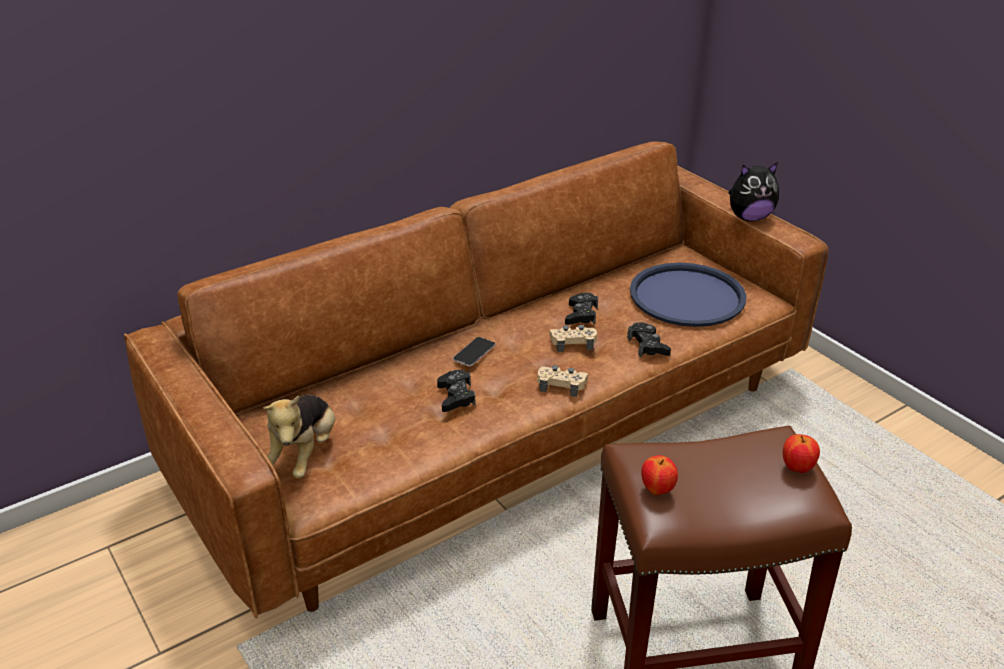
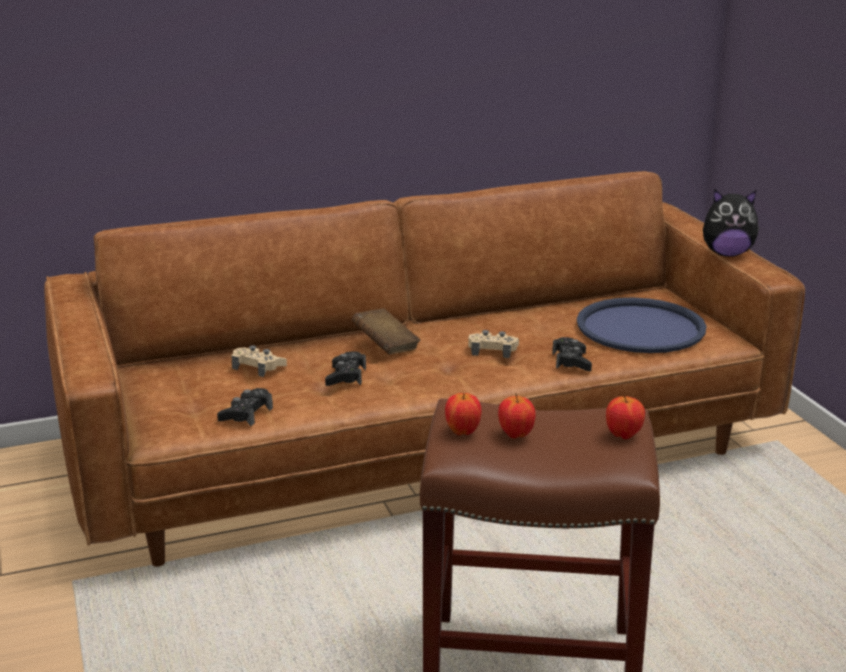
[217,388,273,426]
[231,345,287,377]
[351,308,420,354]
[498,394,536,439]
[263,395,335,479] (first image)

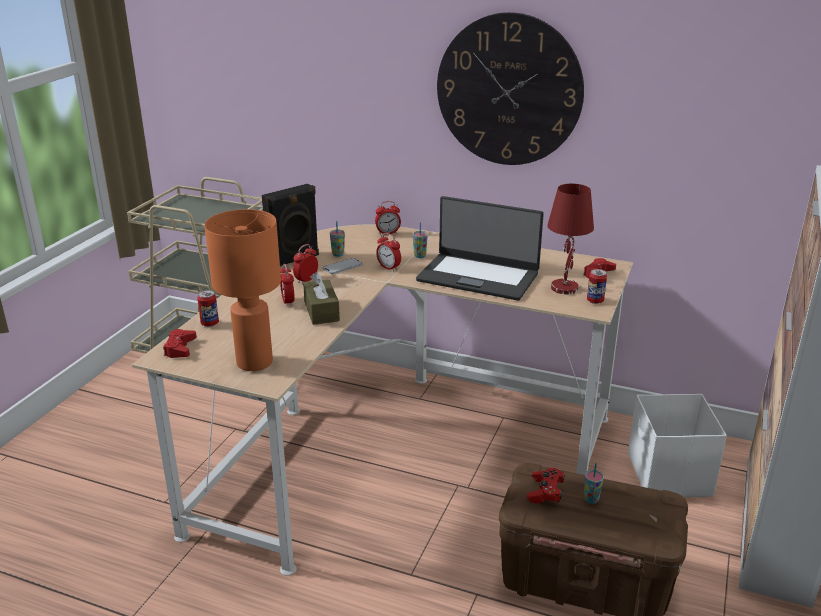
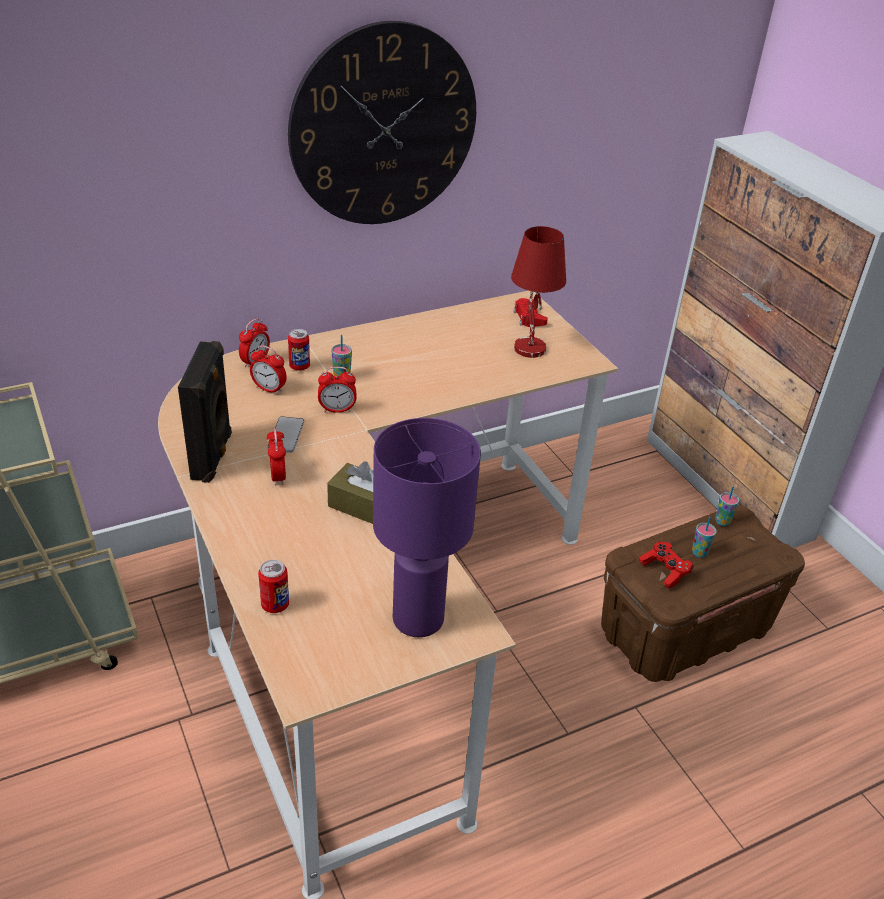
[250,345,287,395]
[288,329,310,371]
[373,418,481,637]
[715,486,739,526]
[163,329,197,358] (first image)
[416,196,544,300] (first image)
[628,394,727,497] (first image)

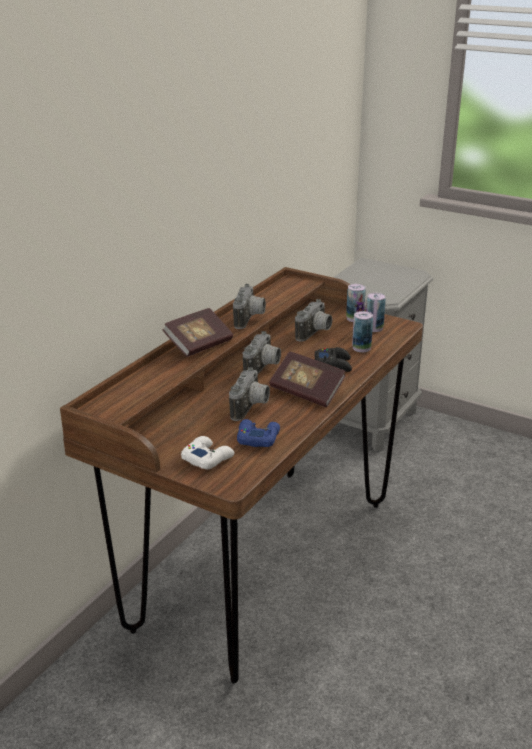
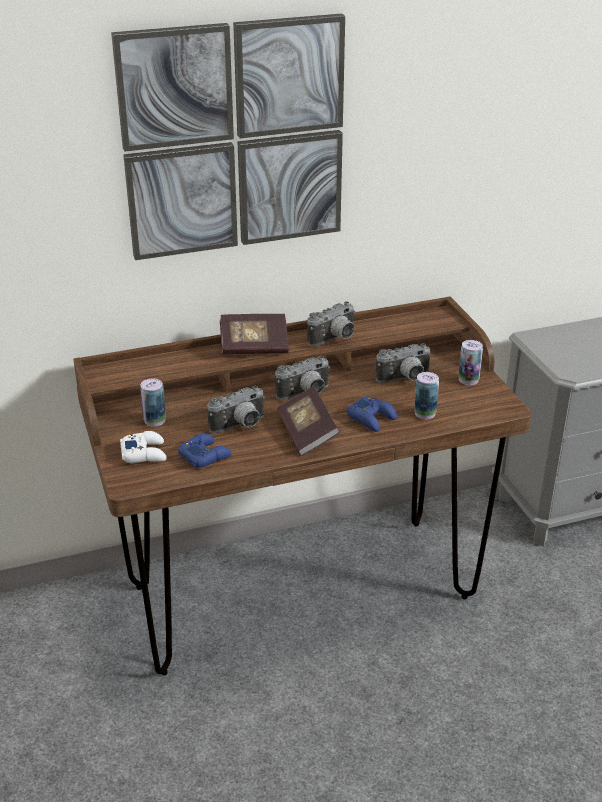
[111,14,345,260]
[140,379,166,427]
[347,396,397,432]

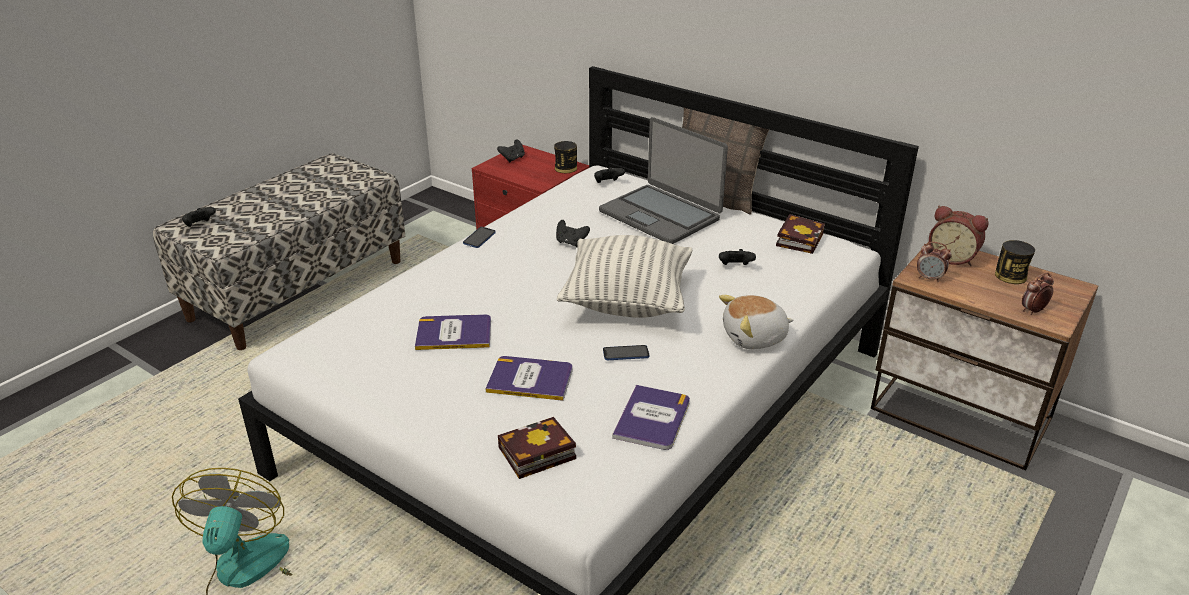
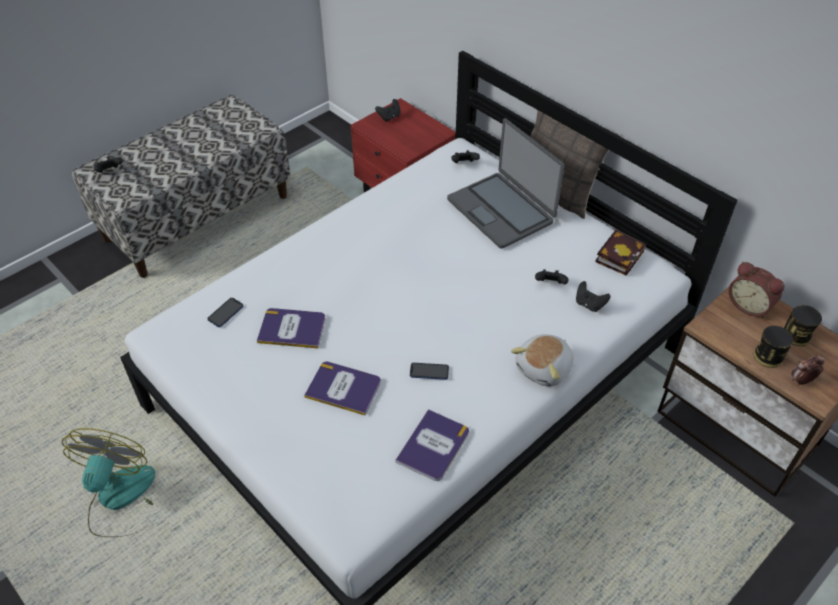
[207,298,243,327]
[511,334,574,387]
[576,281,611,312]
[754,326,793,368]
[498,417,576,479] (first image)
[557,235,692,318] (first image)
[917,242,952,282] (first image)

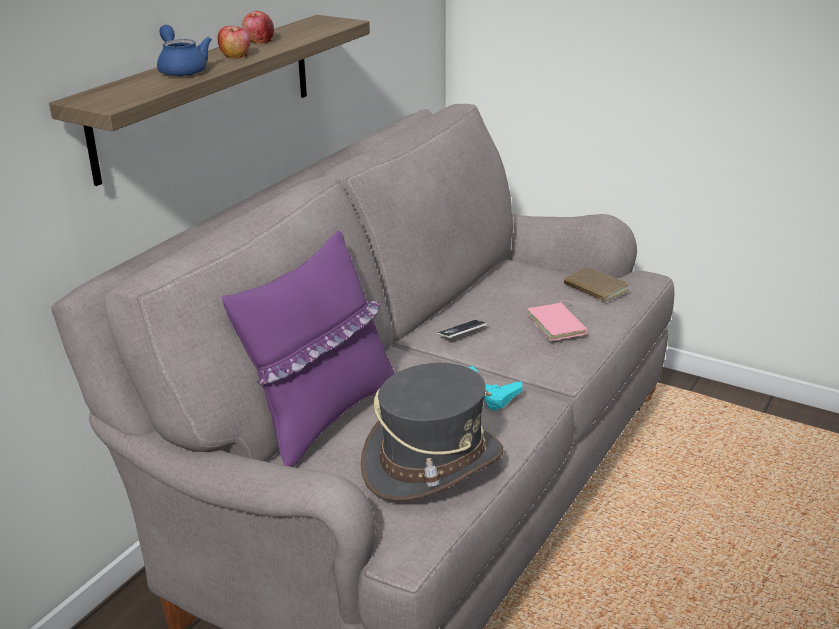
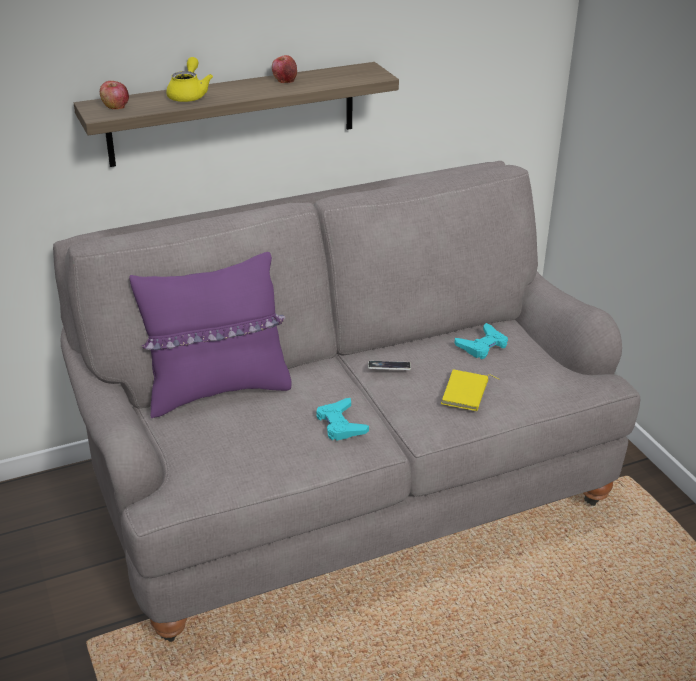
[100,81,129,109]
[166,57,213,102]
[441,369,500,411]
[455,323,508,359]
[361,363,503,501] (first image)
[564,267,629,302] (first image)

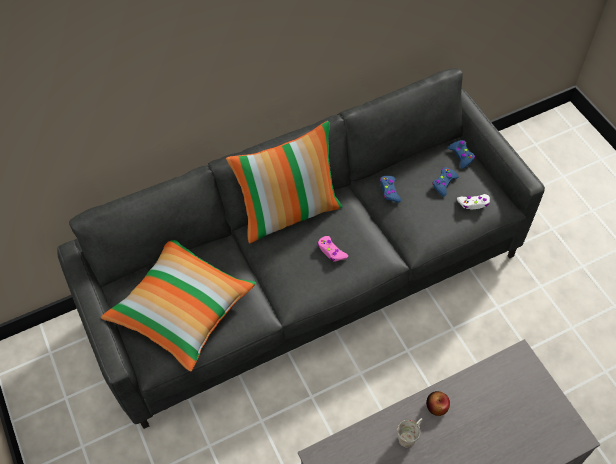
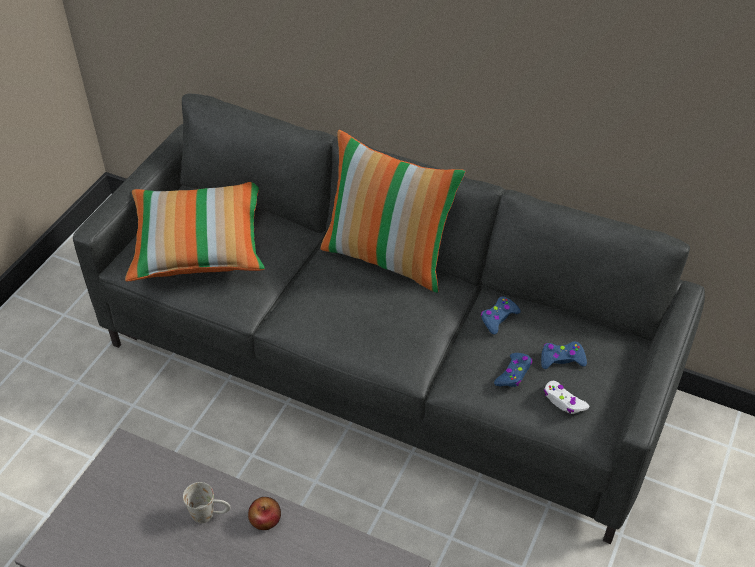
[494,353,532,387]
[317,236,348,261] (first image)

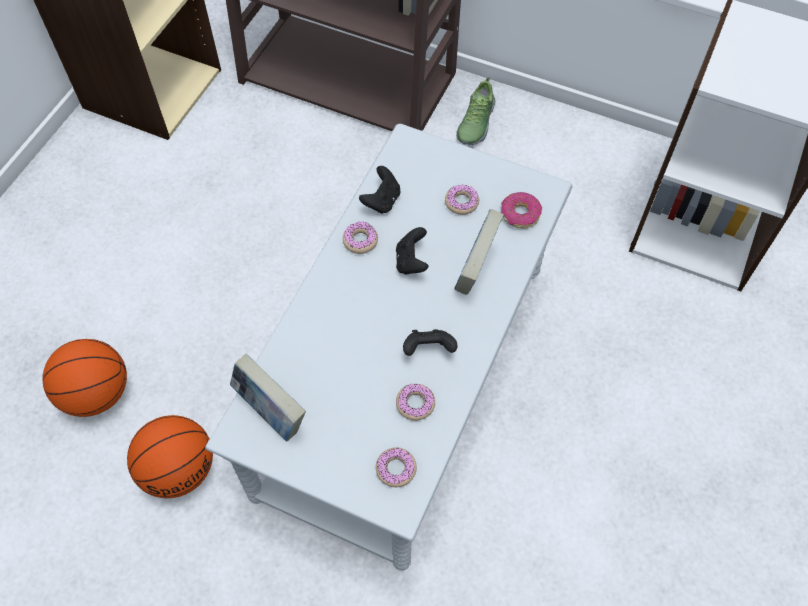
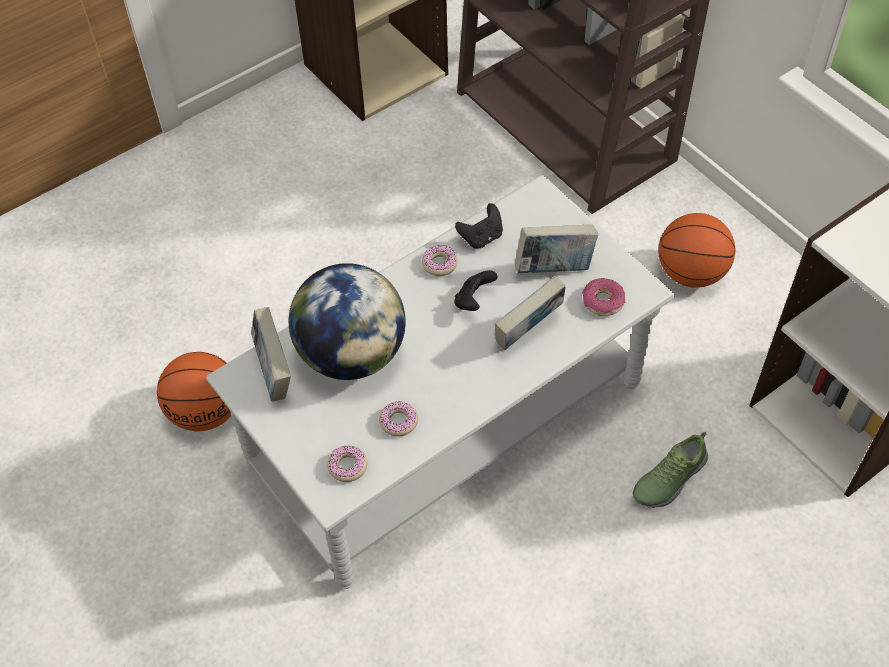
[289,263,406,380]
[515,224,598,273]
[633,432,708,508]
[658,213,736,288]
[403,329,457,356] (first image)

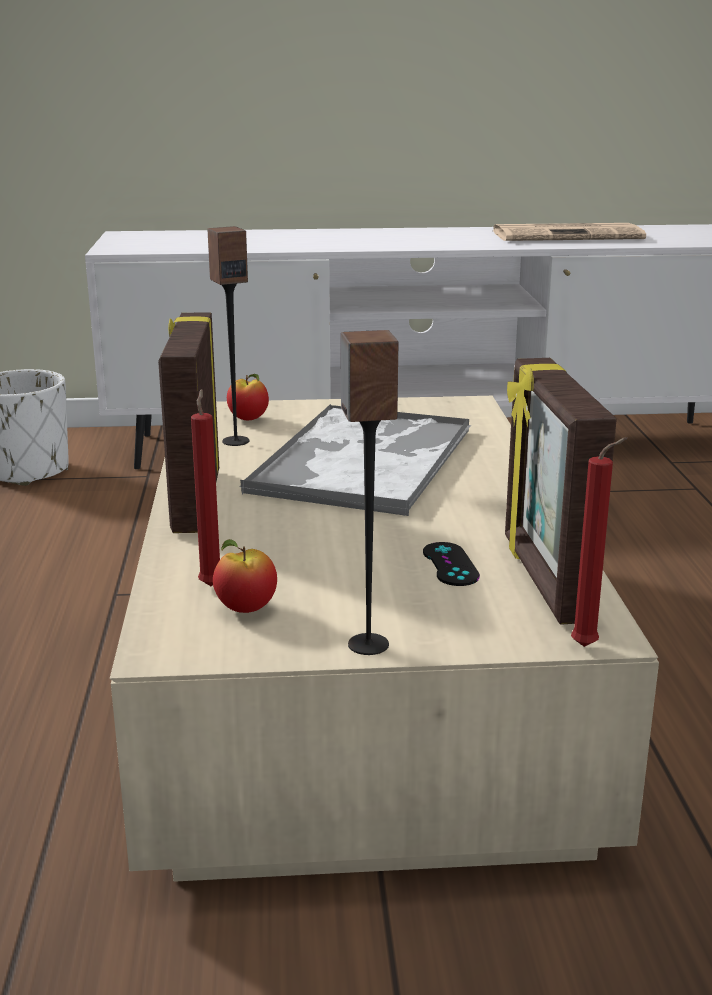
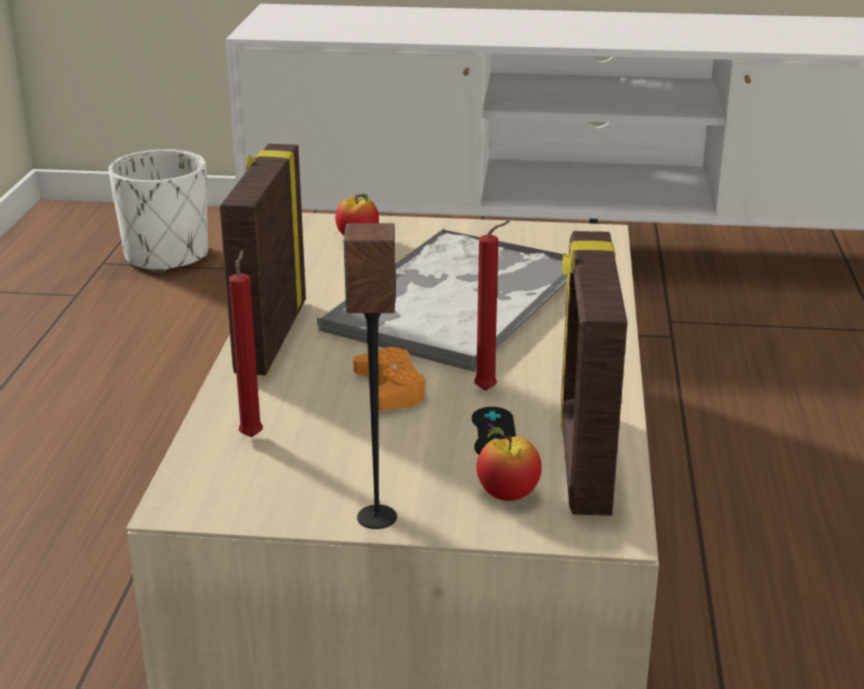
[353,347,428,410]
[474,221,510,391]
[476,427,542,501]
[207,226,249,446] (first image)
[493,223,646,241] (first image)

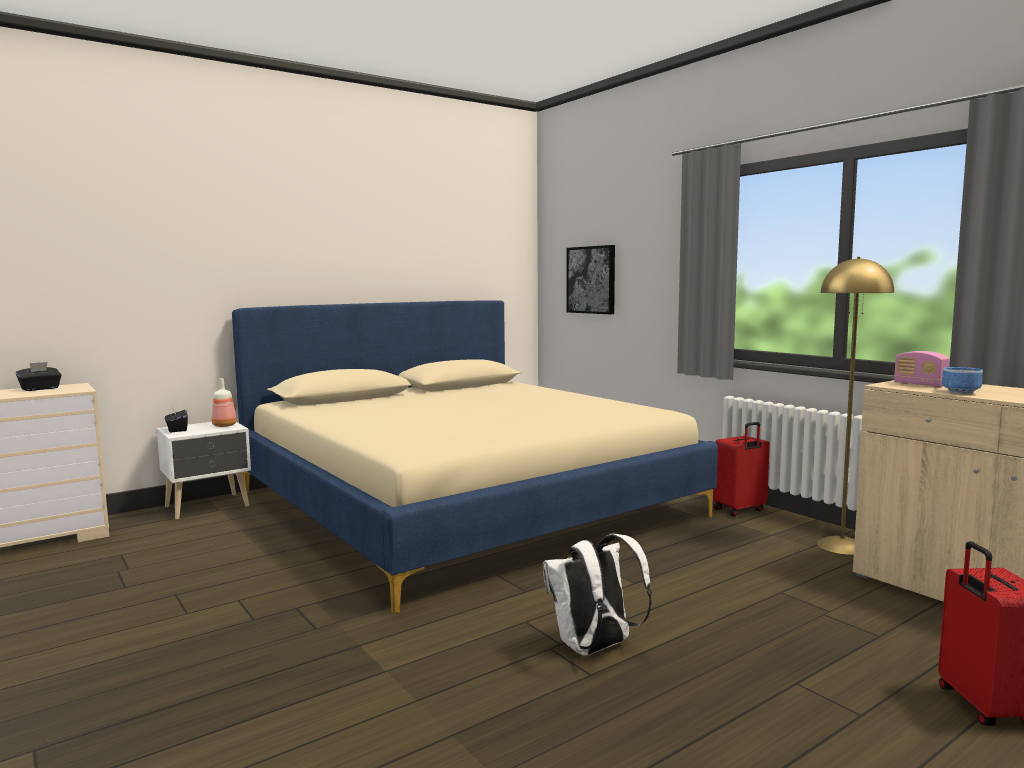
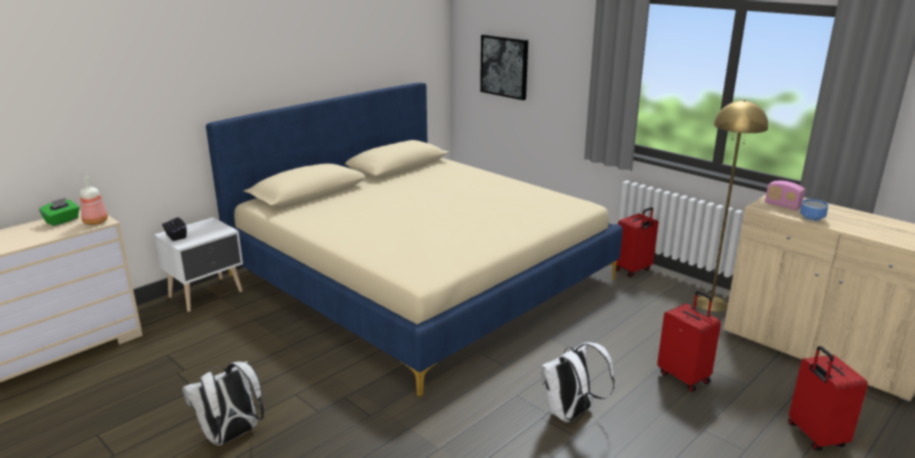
[39,198,80,226]
[80,176,108,225]
[182,361,264,446]
[657,291,721,392]

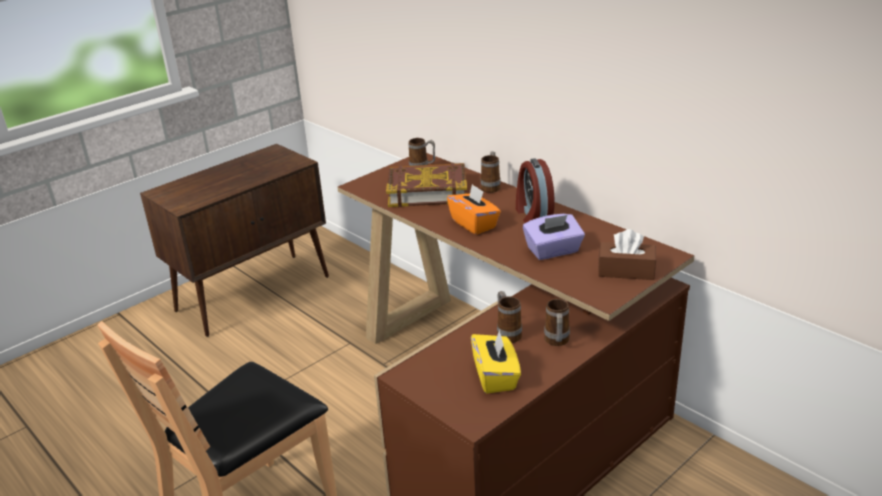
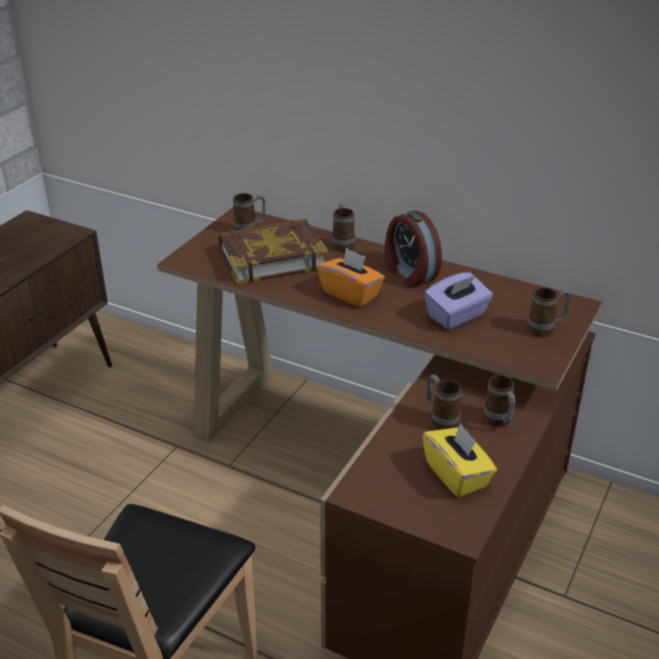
[527,287,570,337]

